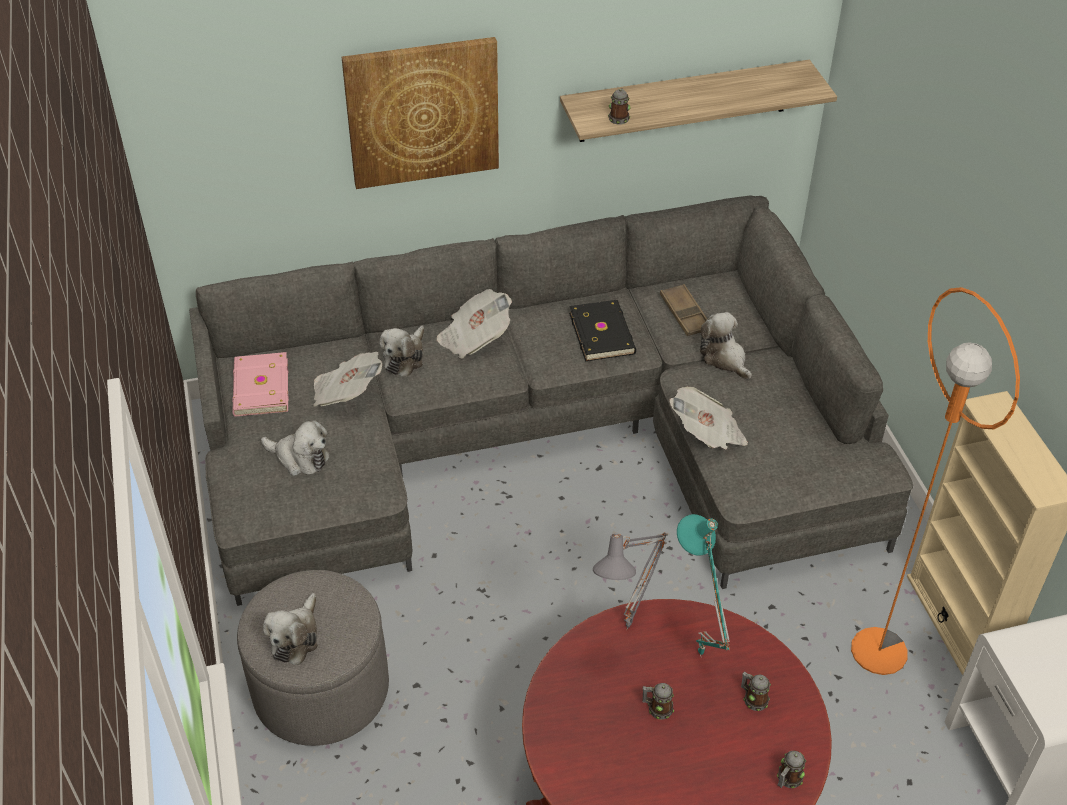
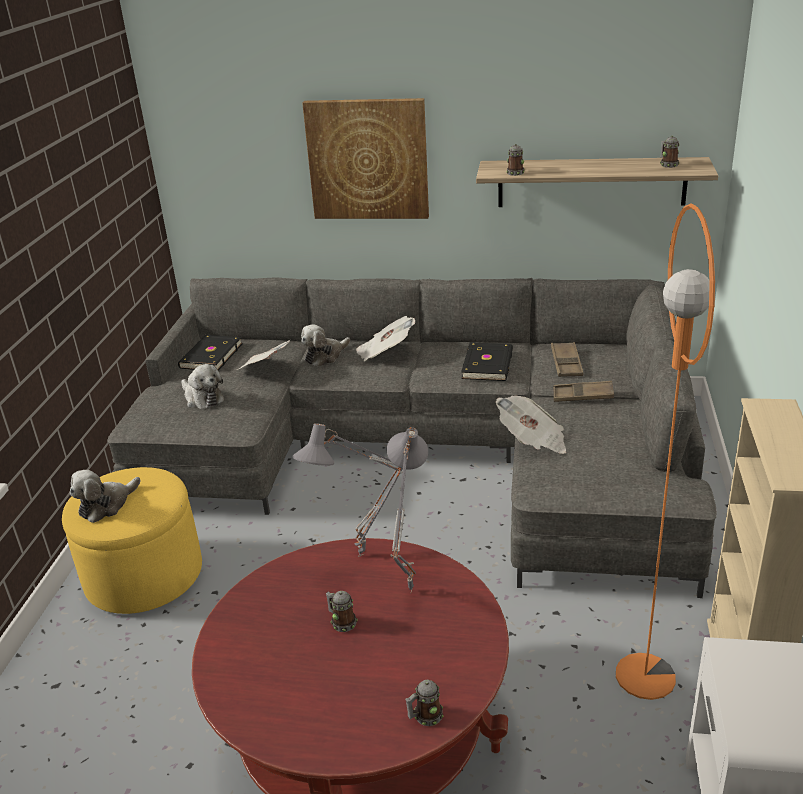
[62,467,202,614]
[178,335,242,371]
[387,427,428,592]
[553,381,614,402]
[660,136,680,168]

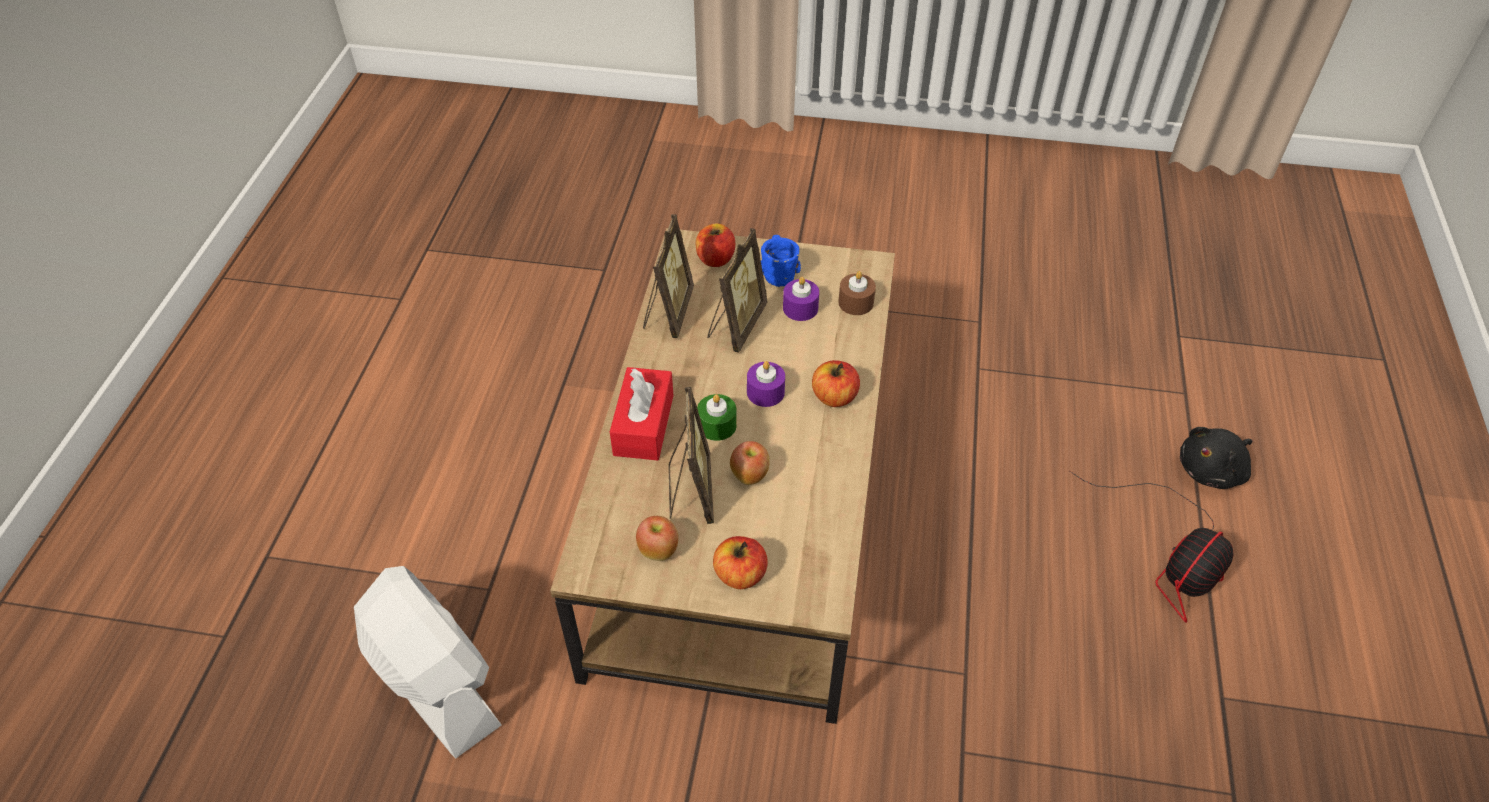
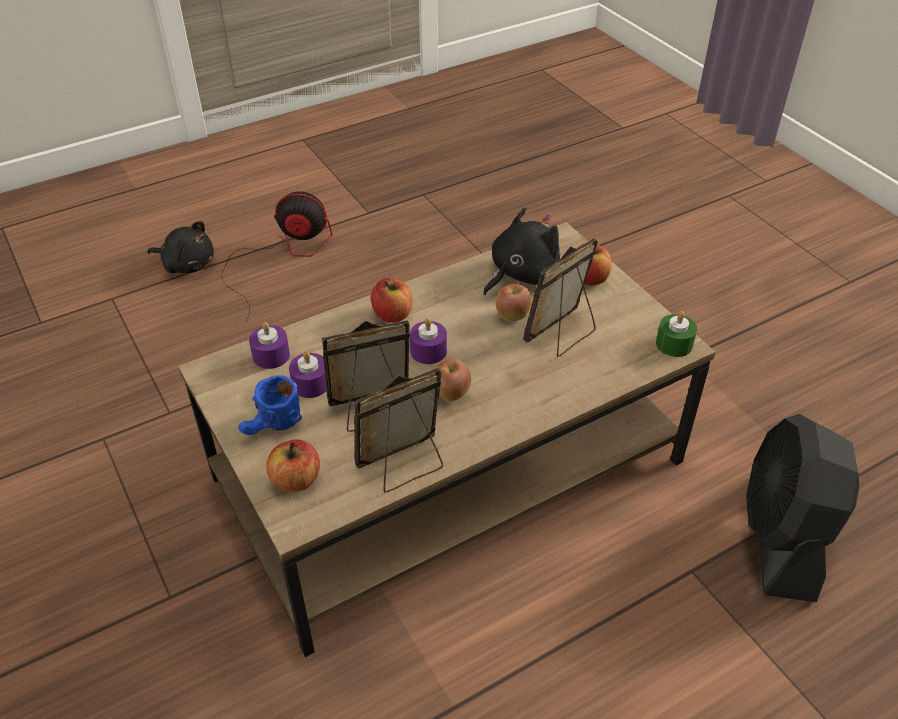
[249,322,290,369]
[436,359,471,401]
[483,208,560,295]
[656,311,697,357]
[746,414,859,602]
[610,367,674,461] (first image)

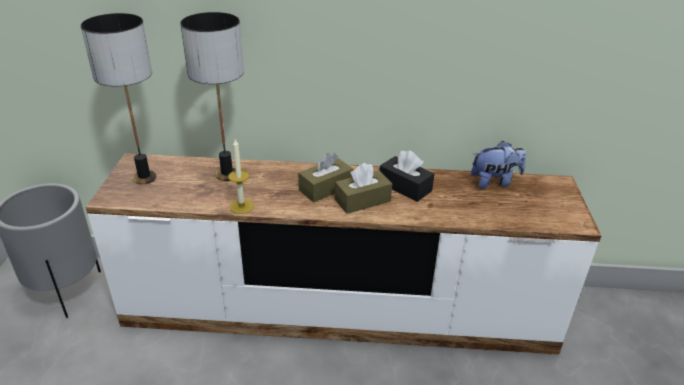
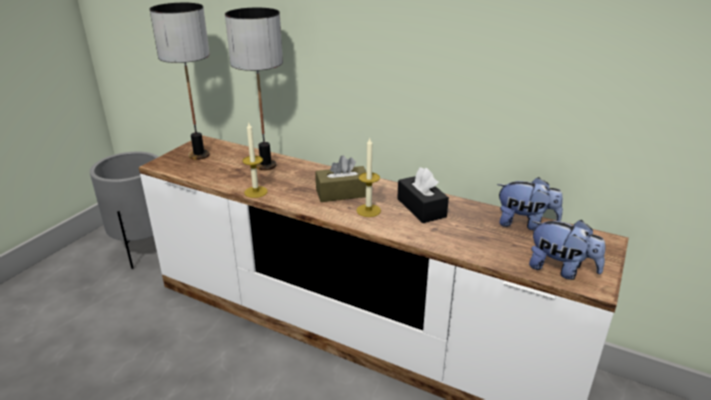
[356,138,381,217]
[529,220,605,280]

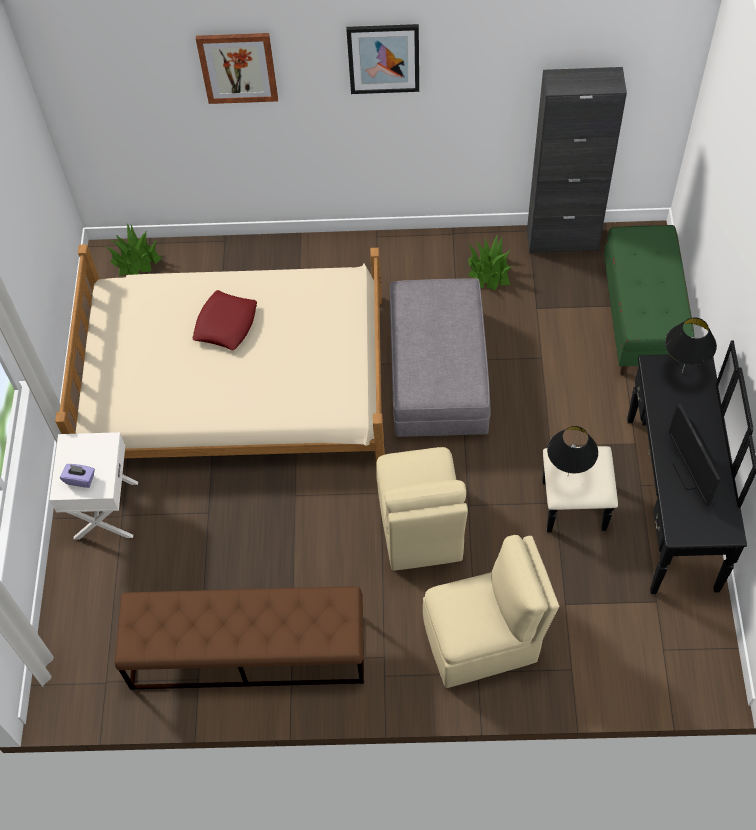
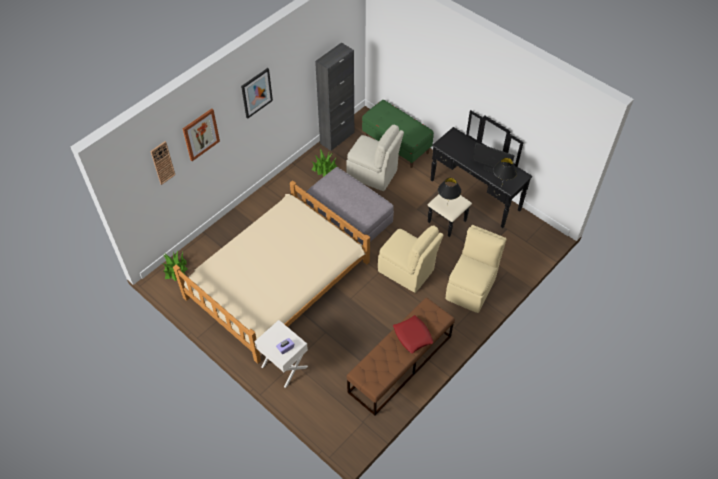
[150,141,175,185]
[346,124,404,191]
[393,315,433,353]
[493,158,517,184]

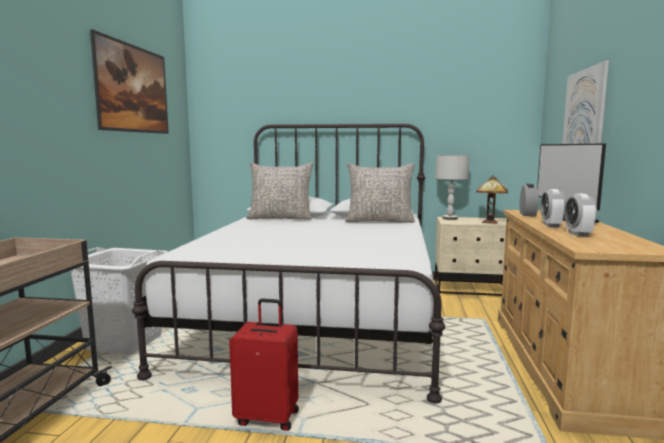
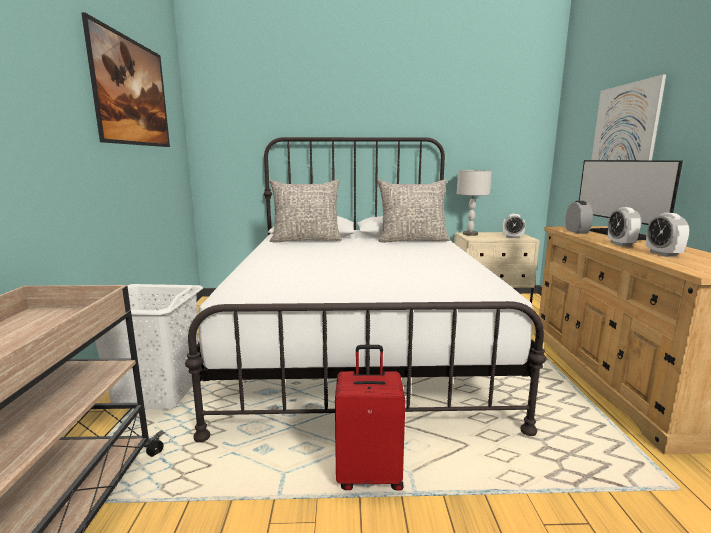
[502,214,526,238]

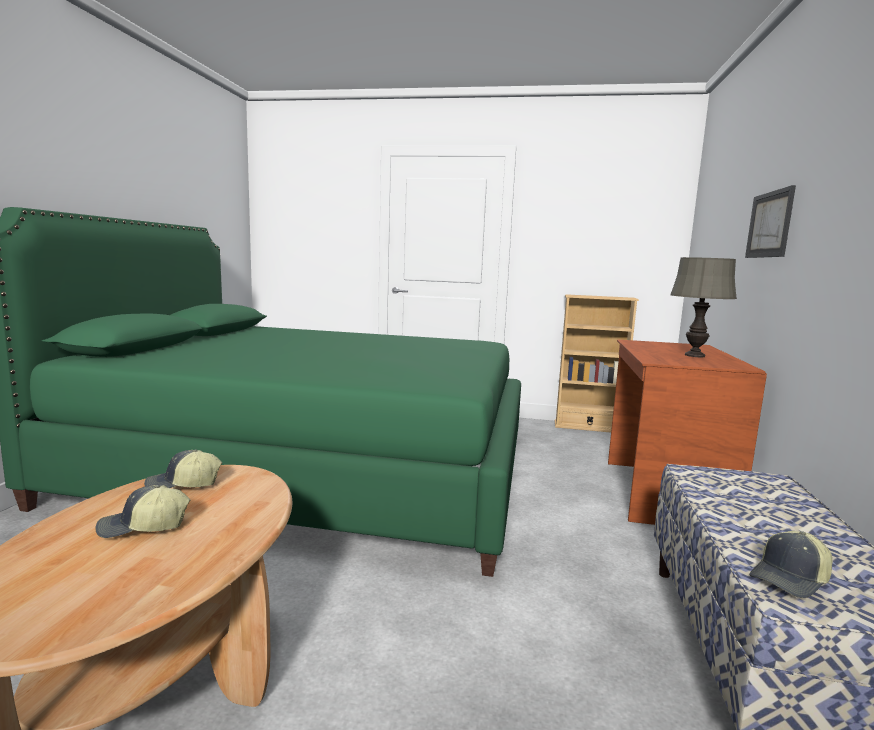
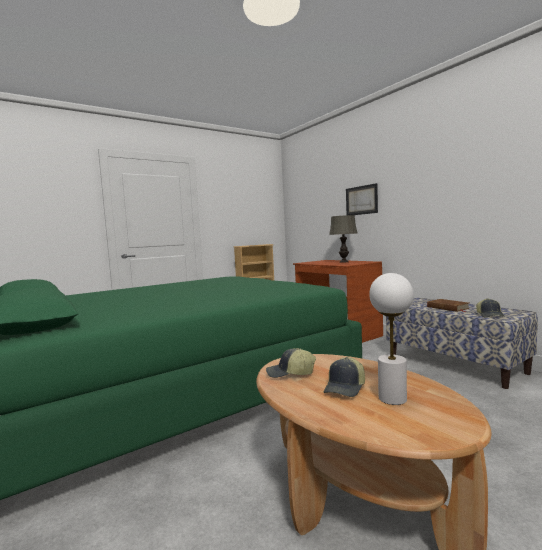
[266,348,316,378]
[369,273,413,405]
[427,299,470,312]

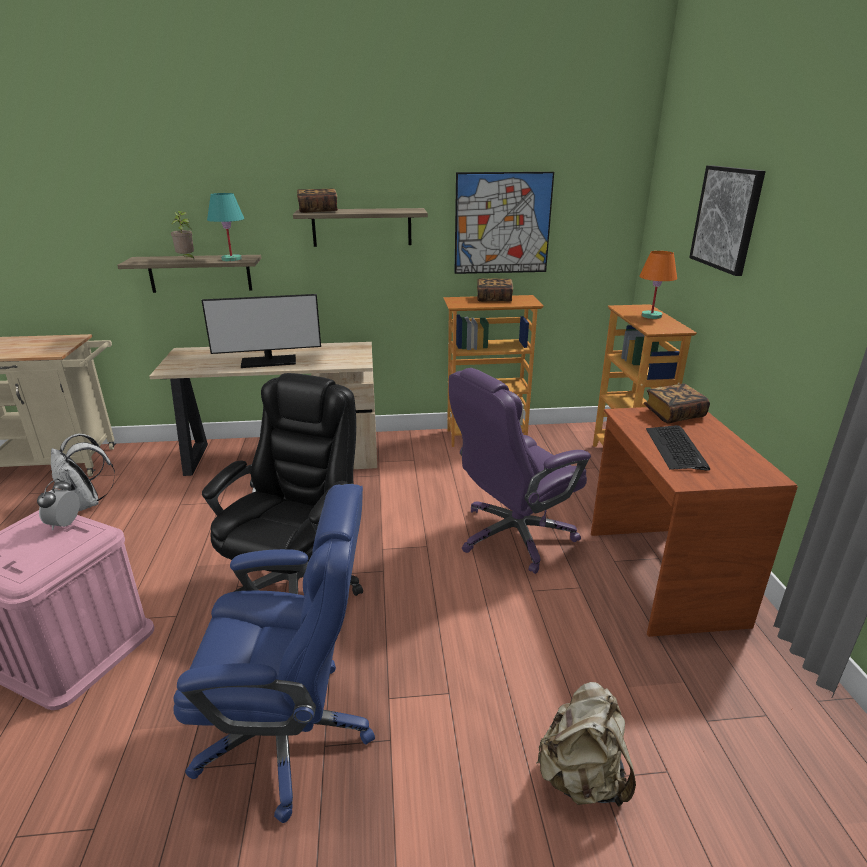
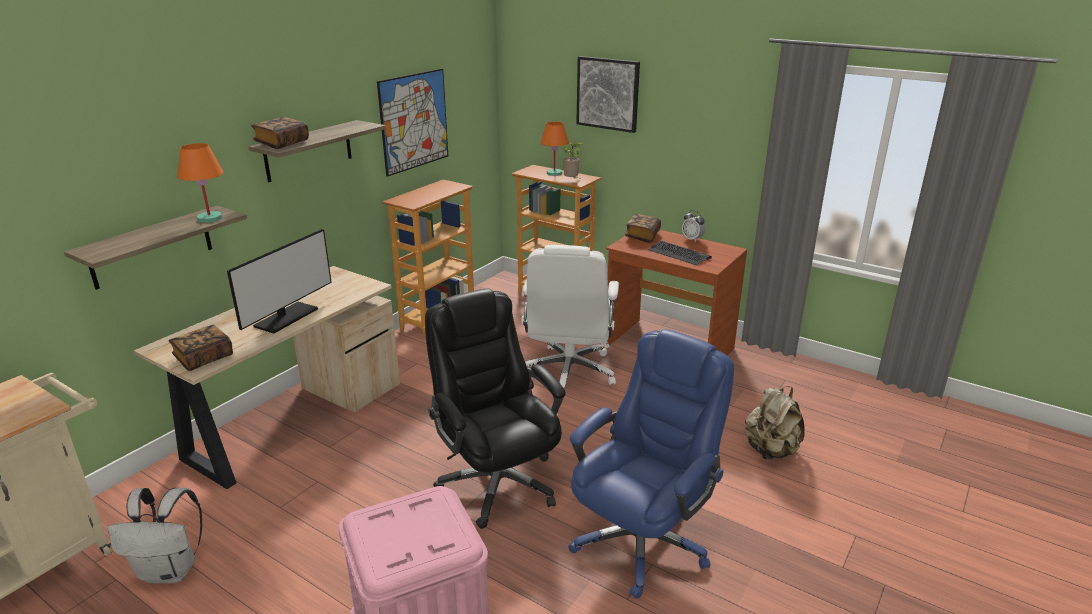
[169,325,233,371]
[177,143,223,223]
[521,245,619,389]
[563,142,583,178]
[682,210,705,242]

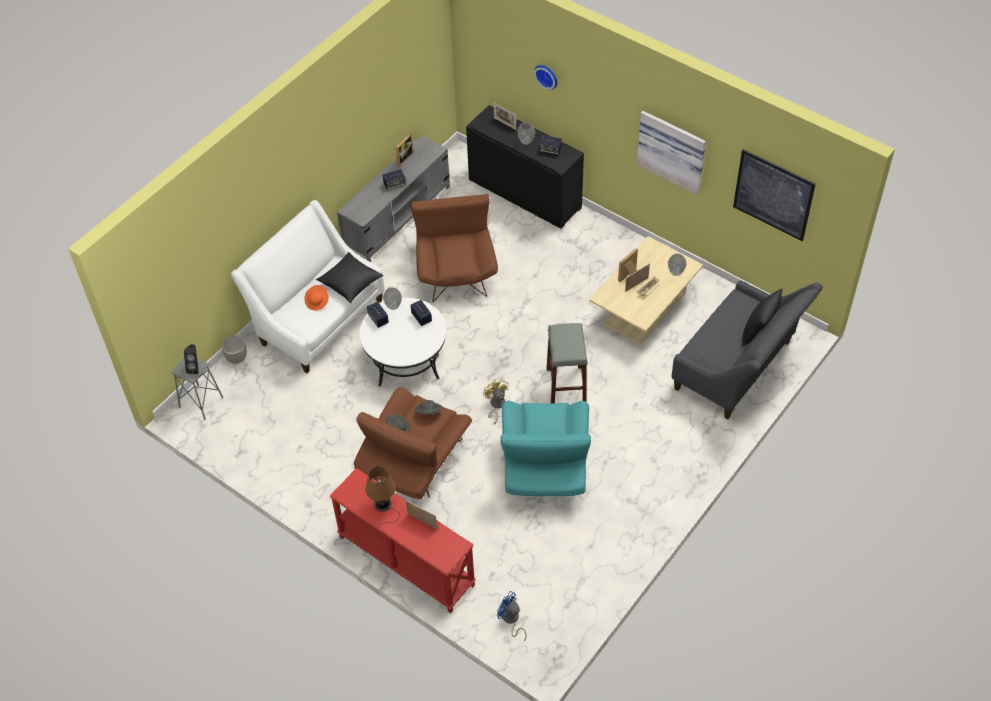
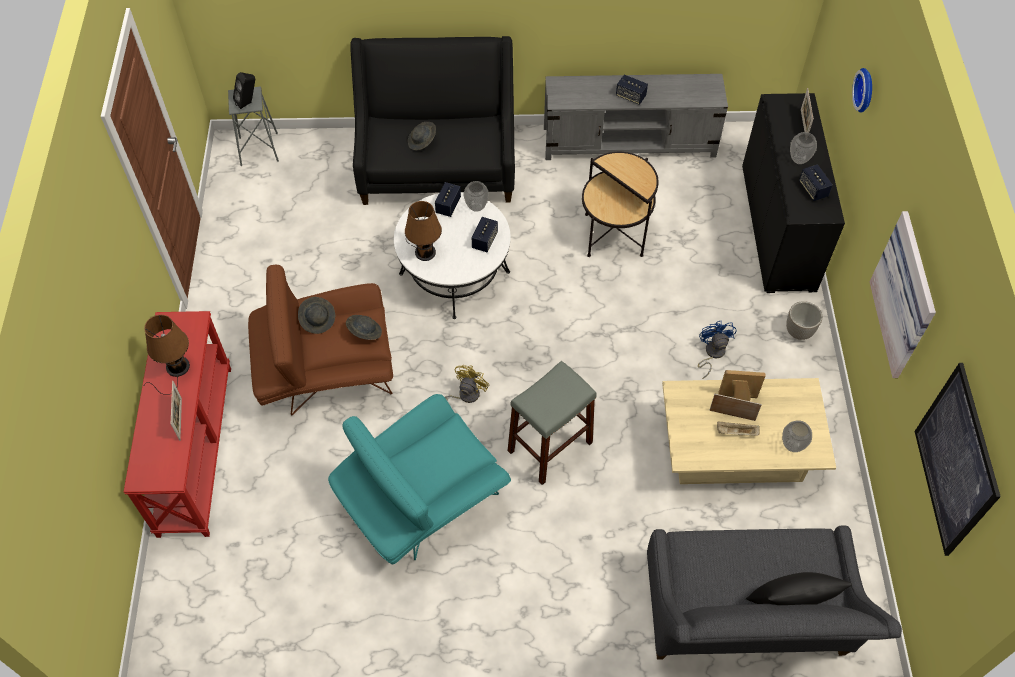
[350,36,515,205]
[405,201,442,261]
[408,122,436,150]
[582,152,659,257]
[698,321,737,379]
[786,301,822,340]
[316,252,383,303] (first image)
[396,133,414,167] (first image)

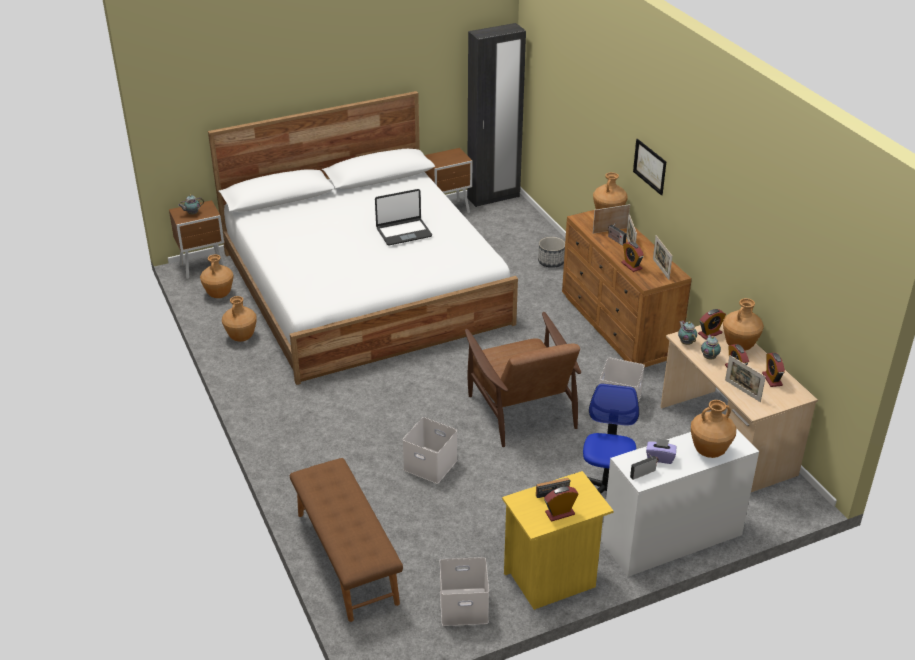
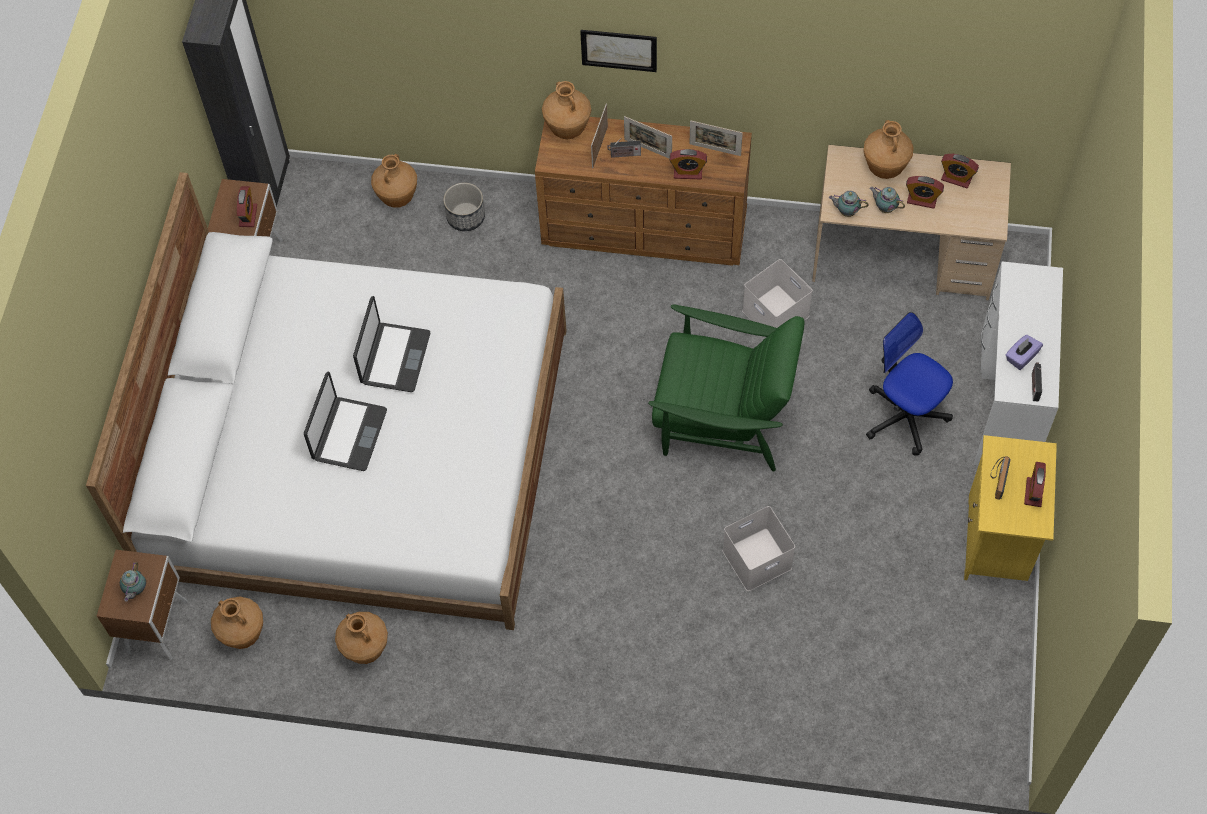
[237,186,257,227]
[304,372,387,471]
[371,154,417,208]
[648,305,804,472]
[290,458,403,622] (first image)
[440,557,489,626] (first image)
[725,355,766,402] (first image)

